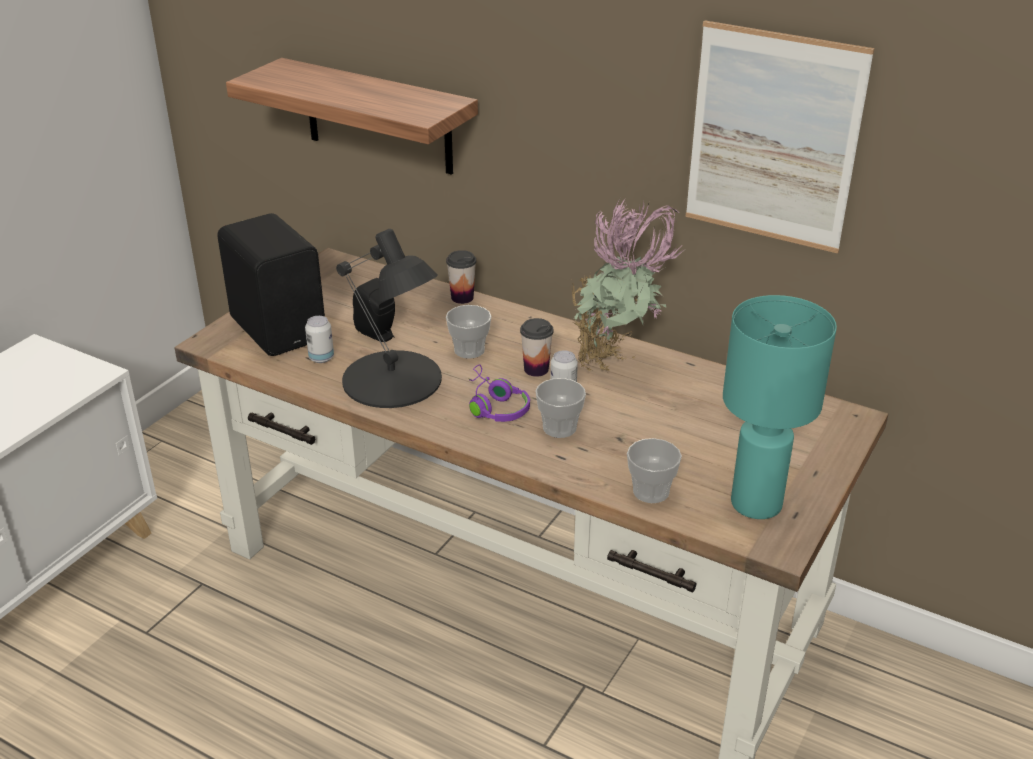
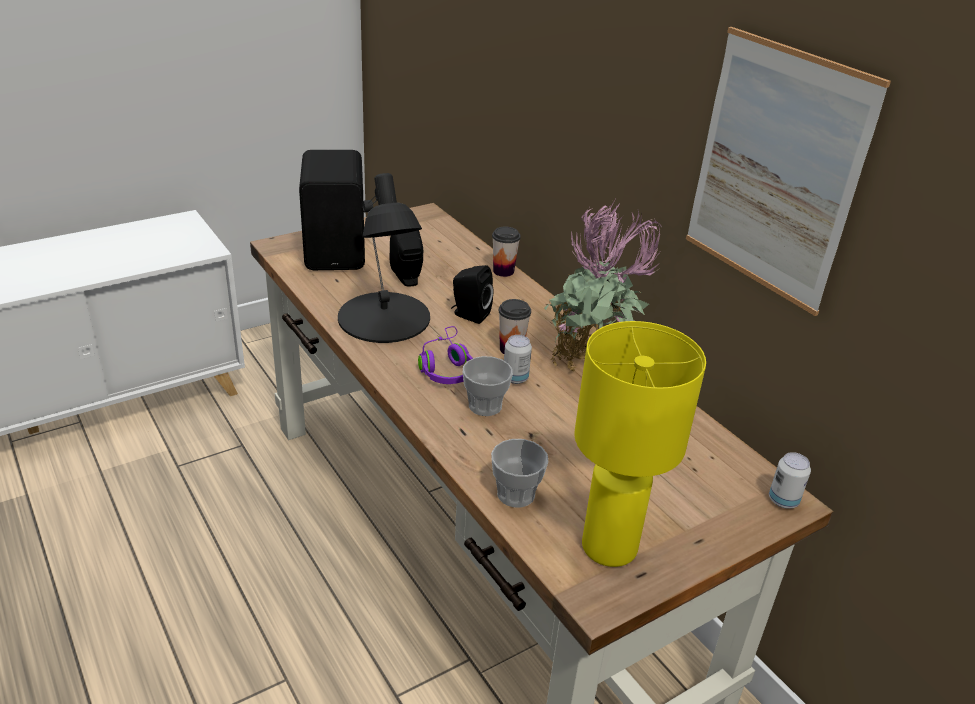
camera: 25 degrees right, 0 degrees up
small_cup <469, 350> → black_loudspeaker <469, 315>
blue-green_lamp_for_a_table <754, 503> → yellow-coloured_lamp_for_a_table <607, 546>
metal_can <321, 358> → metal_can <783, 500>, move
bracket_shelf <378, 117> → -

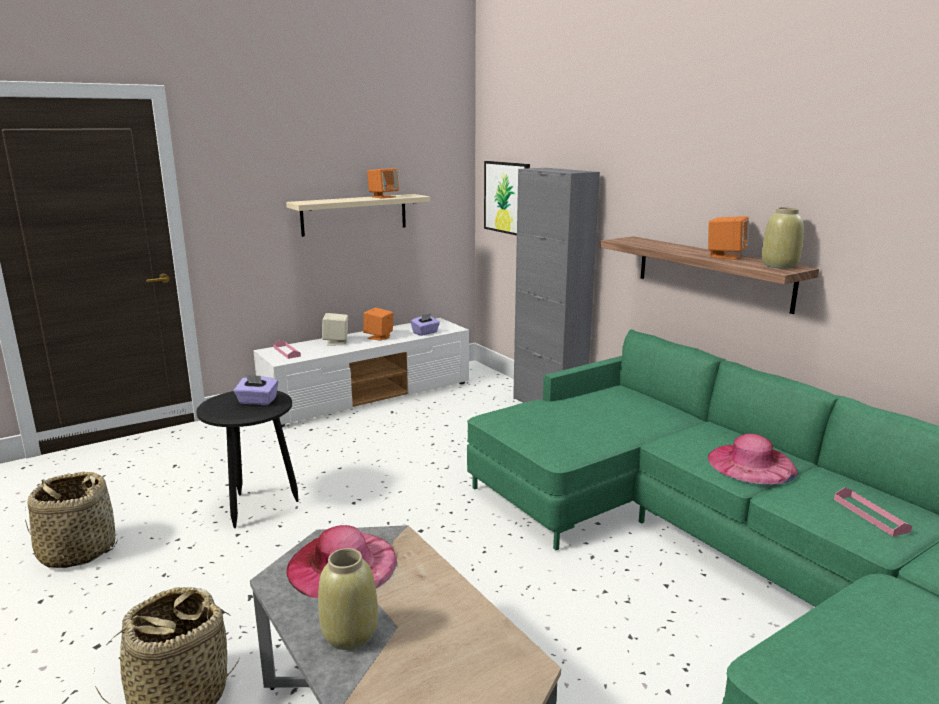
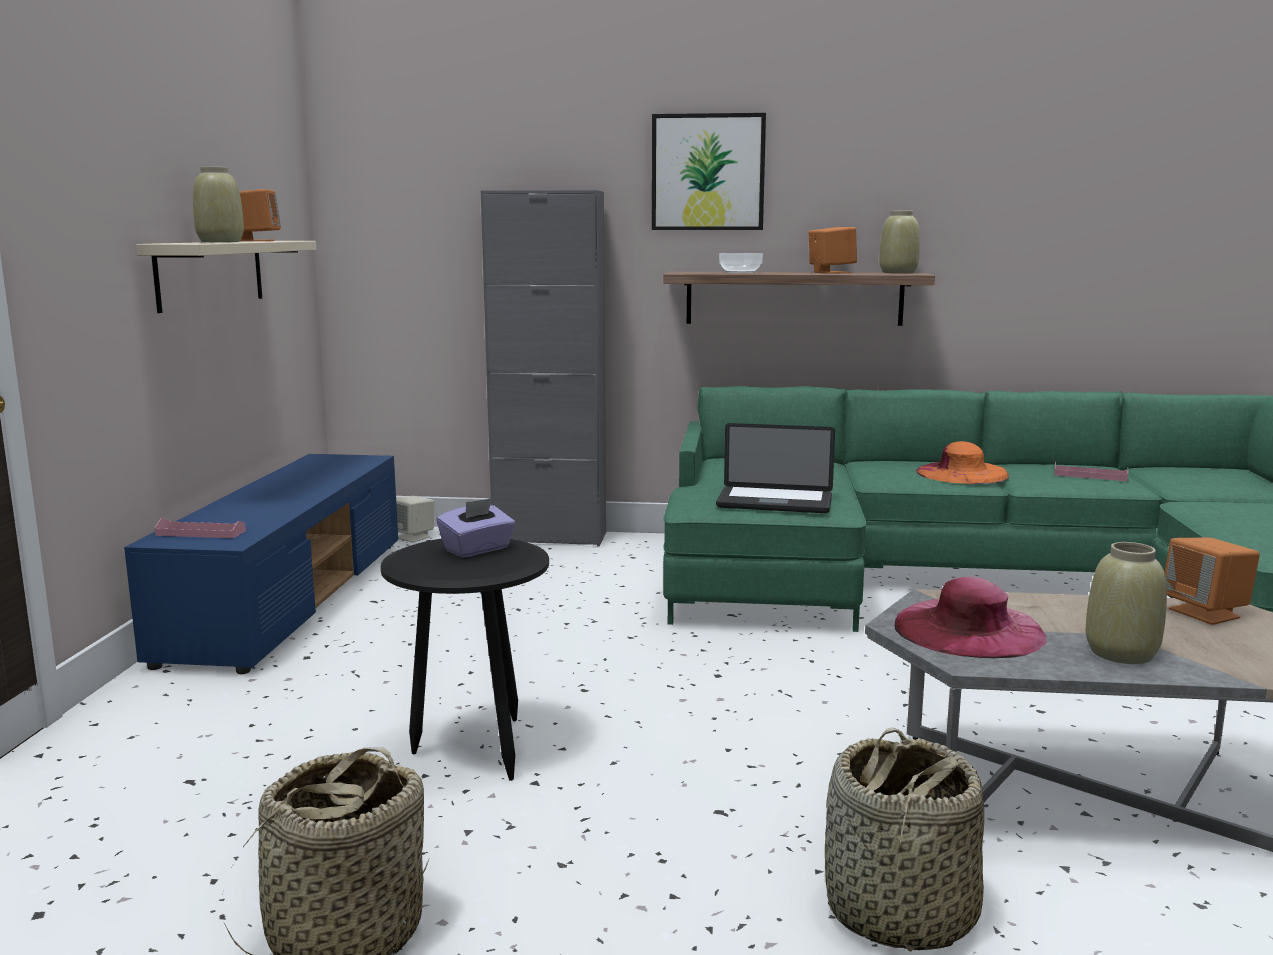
camera: 50 degrees left, 5 degrees down
white-coloured_media_console <369, 396> → blue-coloured_media_console <289, 597>
- → sand-coloured_decorative_vase <220, 242>
sand-coloured_loudspeaker <336, 342> → sand-coloured_loudspeaker <413, 537>, move
wall_art <507, 197> → wall_art <708, 172>, move
- → notebook_computer <774, 502>
- → serving_bowl <740, 272>
pink-coloured_clothing_hat <751, 464> → orange-coloured_clothing_hat <961, 473>
orange-coloured_loudspeaker <379, 337> → orange-coloured_loudspeaker <1205, 613>, move
purple-coloured_box_of_tissues <425, 333> → -

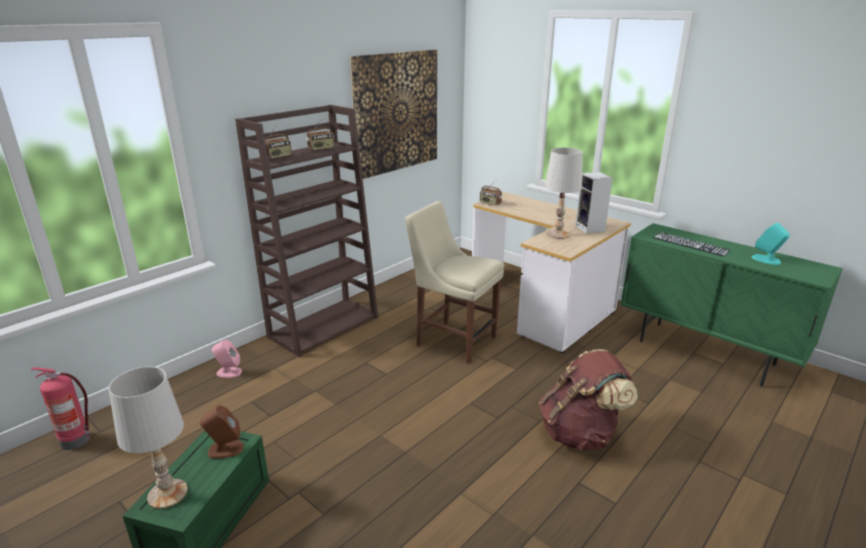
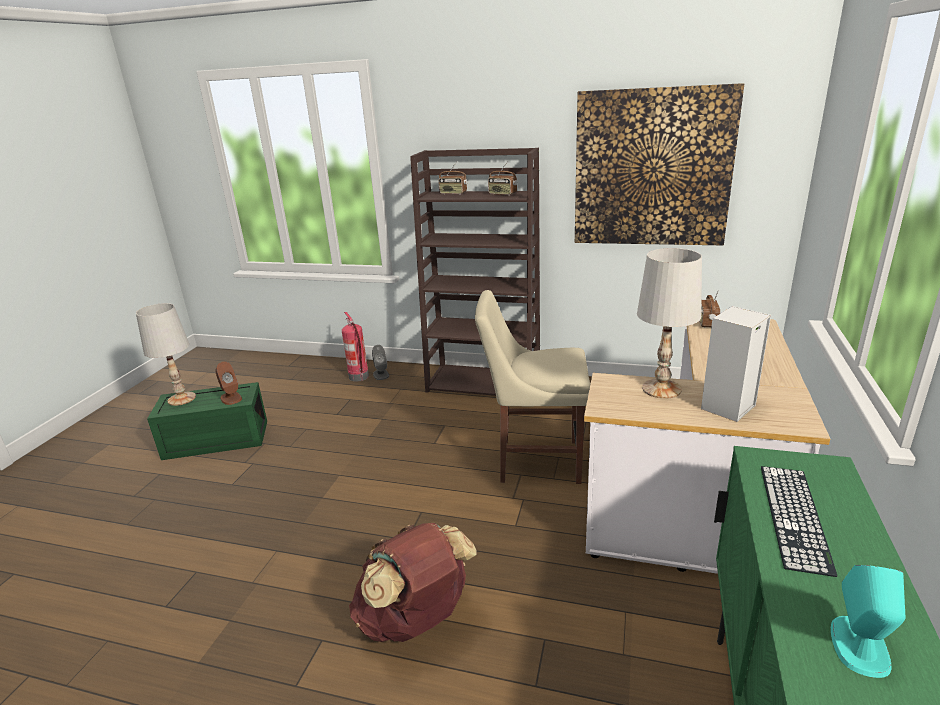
camera: 65 degrees right, 0 degrees up
extinguisher <77, 440> → extinguisher <359, 377>, move
pink-coloured_loudspeaker <228, 372> → gray_loudspeaker <381, 374>
sand-coloured_chair <453, 340> → sand-coloured_chair <534, 460>, 90 degrees counterclockwise

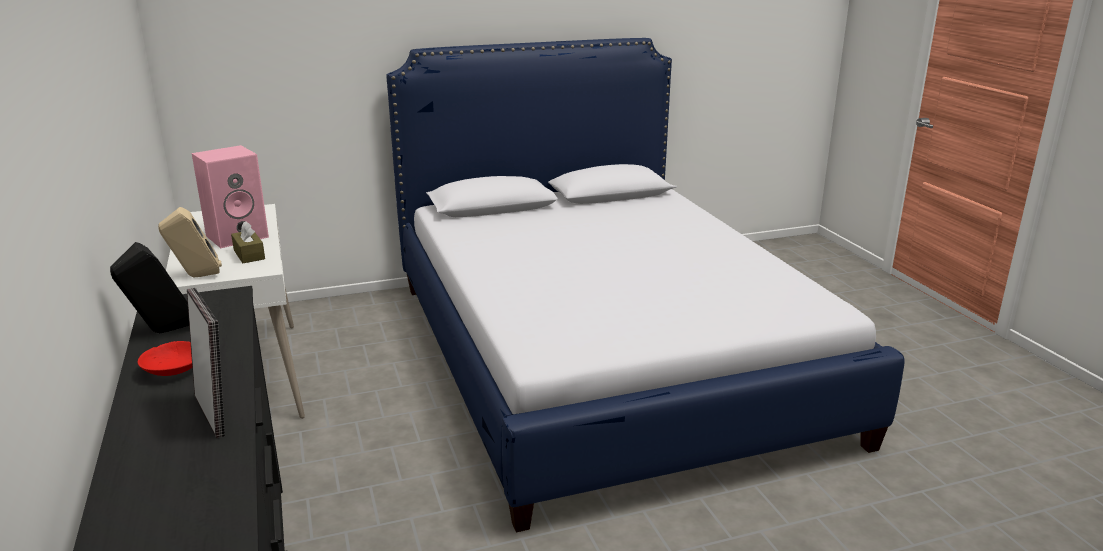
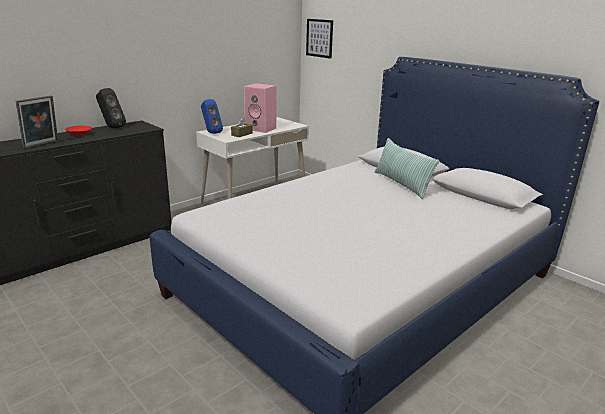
camera: 65 degrees right, 0 degrees up
sand-coloured_loudspeaker <196, 277> → blue-coloured_loudspeaker <211, 133>
- → wall_art <319, 38>
- → cushion <402, 184>

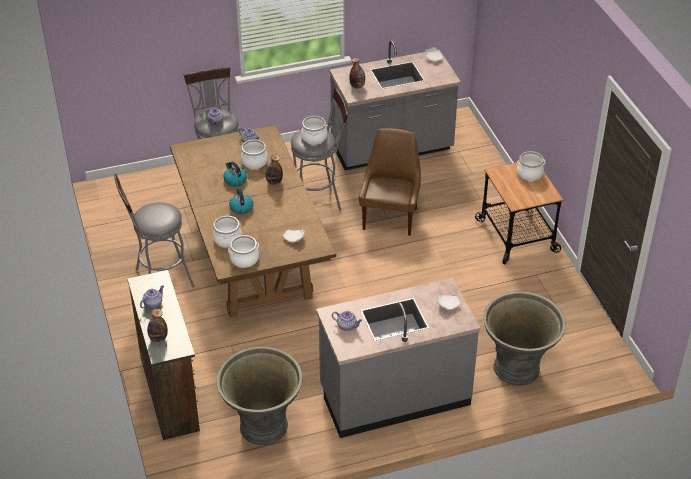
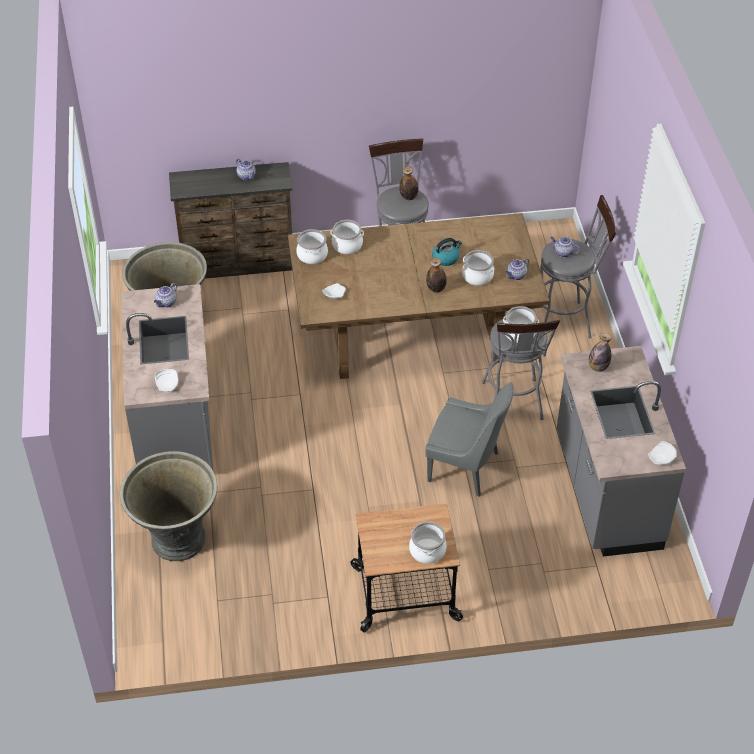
camera: 100 degrees right, 5 degrees up
drink_bottle <158, 338> → drink_bottle <408, 197>, move
brown-coloured_chair <390, 217> → gray_chair <466, 468>
water_kettle <241, 207> → -

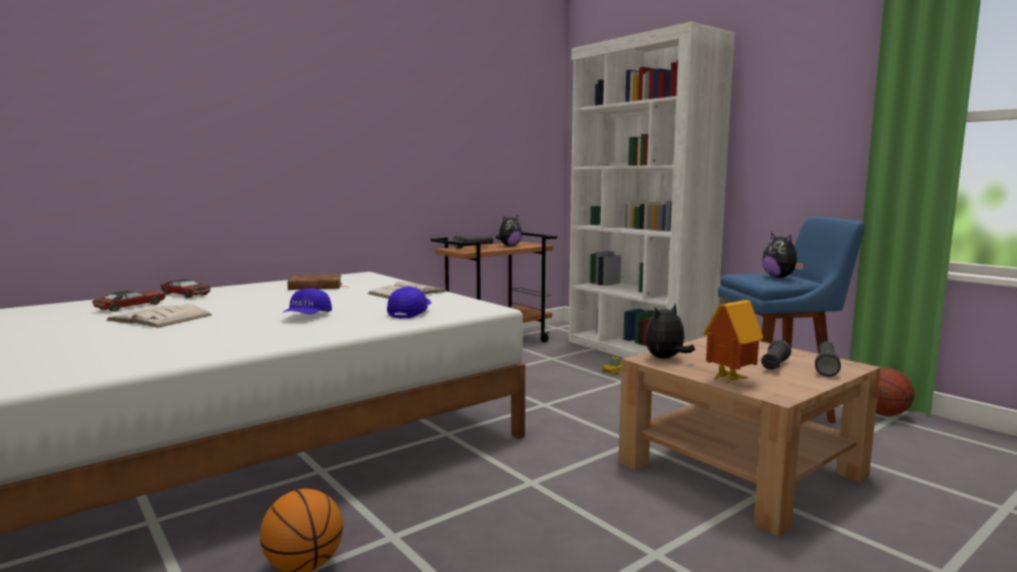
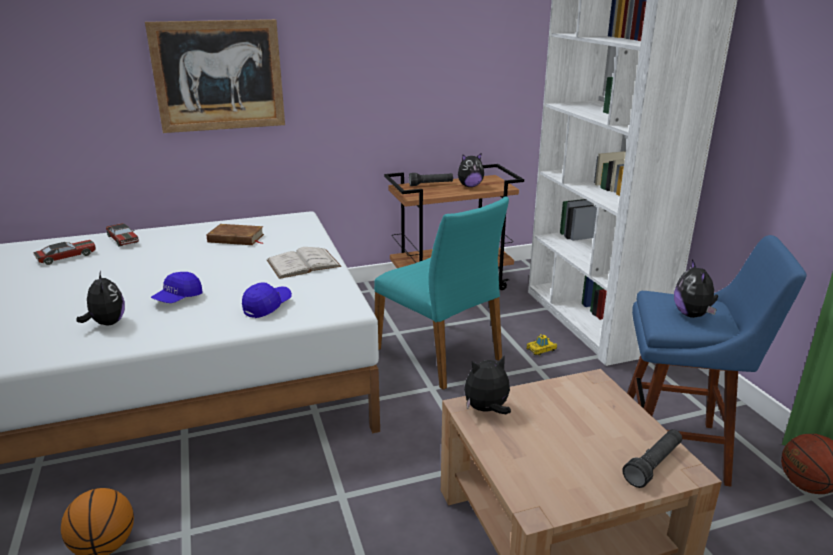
camera: 20 degrees right, 15 degrees up
- → cuddly_toy <107, 323>
- → wall_art <219, 76>
- → blue-green_chair <440, 354>
white-coloured_book <160, 318> → -
toy_house <727, 379> → -
black_flashlight <774, 366> → -

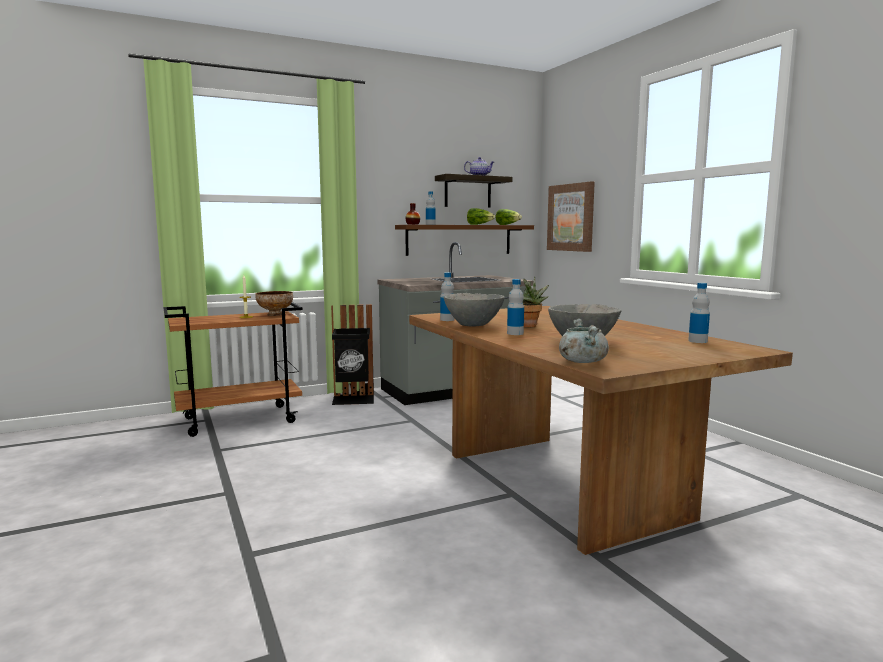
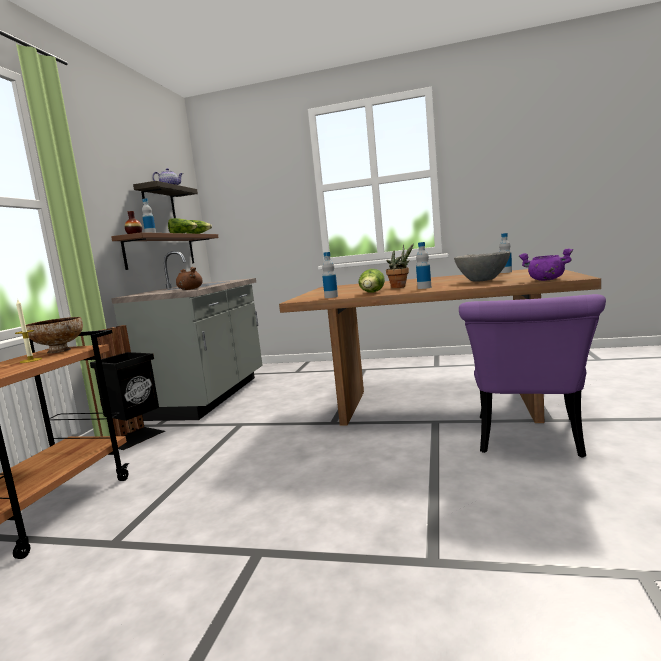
camera: 50 degrees left, 0 degrees up
- → brown-coloured_stockpot <190, 289>
gray_serving_bowl <473, 325> → lettuce_head <372, 293>
- → purple-coloured_chair <529, 441>
gray_stockpot <581, 361> → purple-coloured_stockpot <545, 280>
wall_art <571, 217> → -

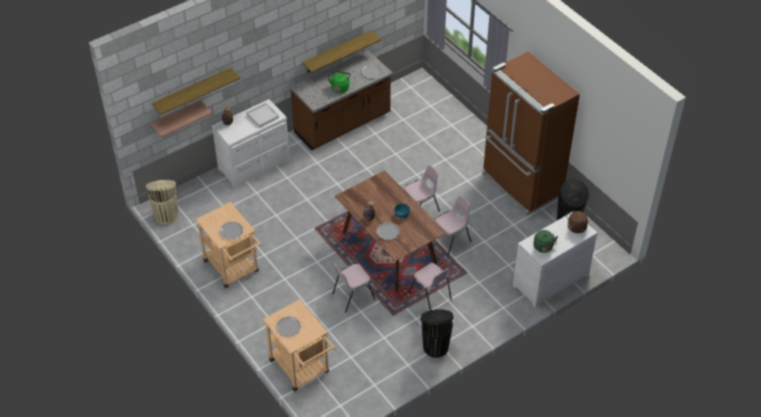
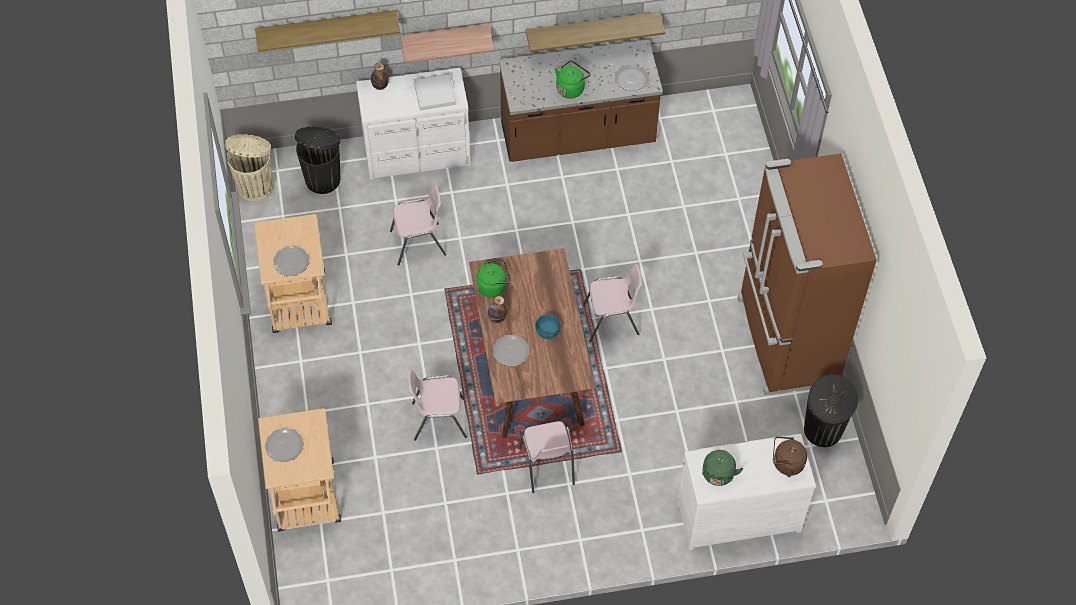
camera: 25 degrees right, 10 degrees up
black_trash_can <435, 346> → black_trash_can <323, 178>, move
pink-coloured_chair <451, 241> → pink-coloured_chair <419, 244>, move
bracket_shelf <176, 118> → bracket_shelf <445, 38>, move
- → green-coloured_water_kettle <493, 286>

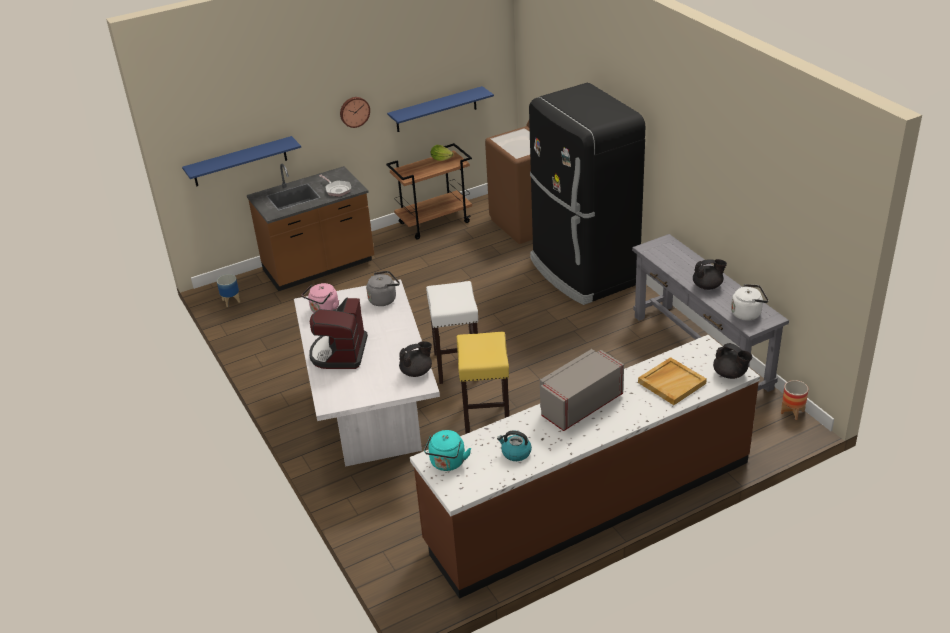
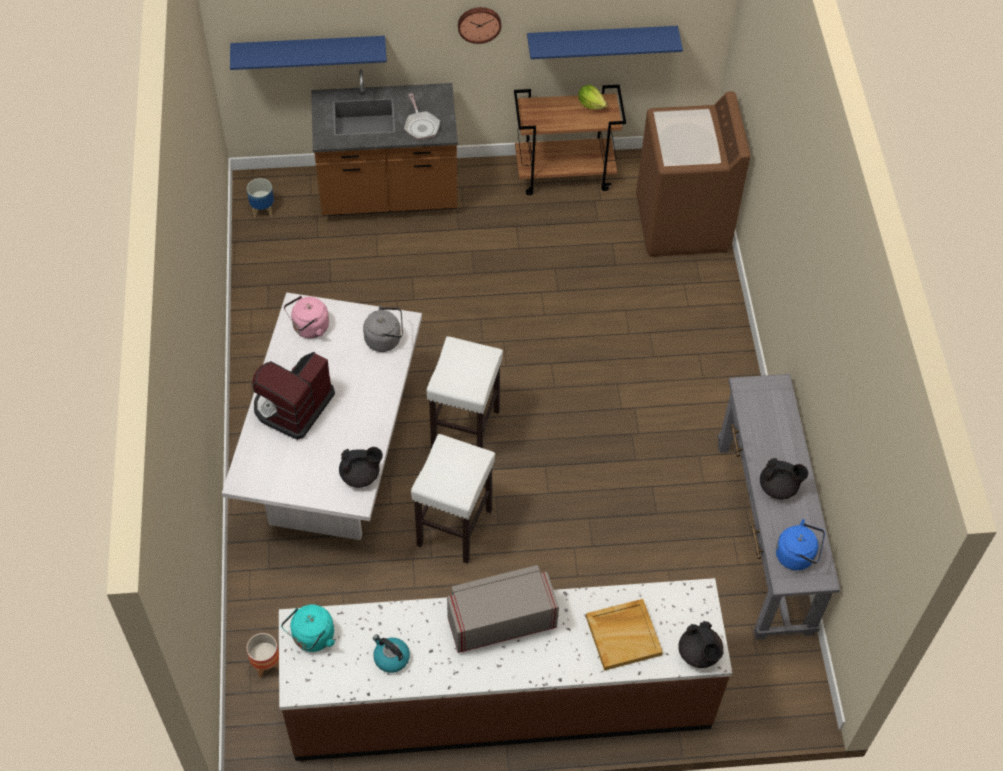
camera: 20 degrees right, 20 degrees up
planter <792, 412> → planter <266, 664>, move
yellow-coloured_sitting_stool <487, 420> → white-coloured_sitting_stool <454, 528>
white-coloured_water_kettle <748, 313> → blue-coloured_water_kettle <797, 556>
black_kitchen_fridge <582, 272> → -

